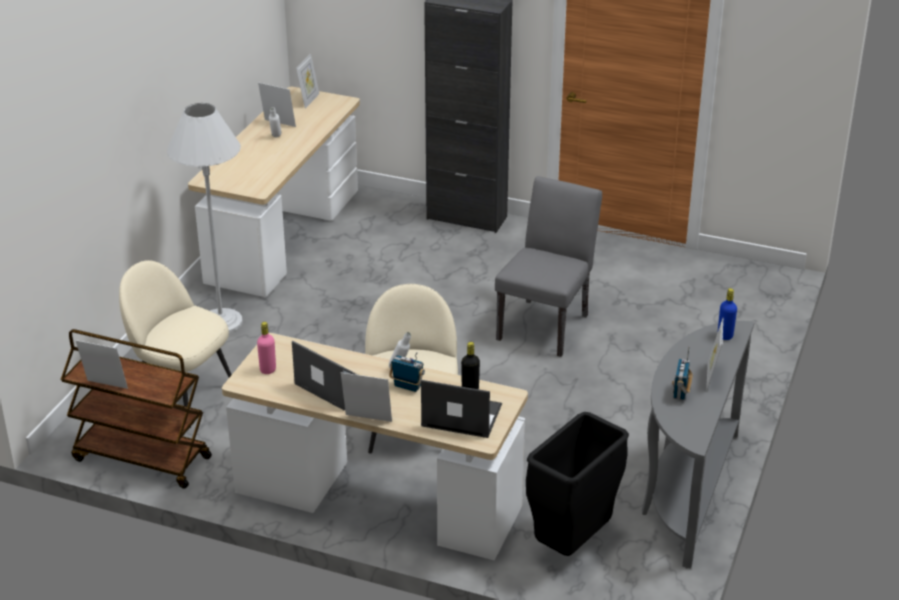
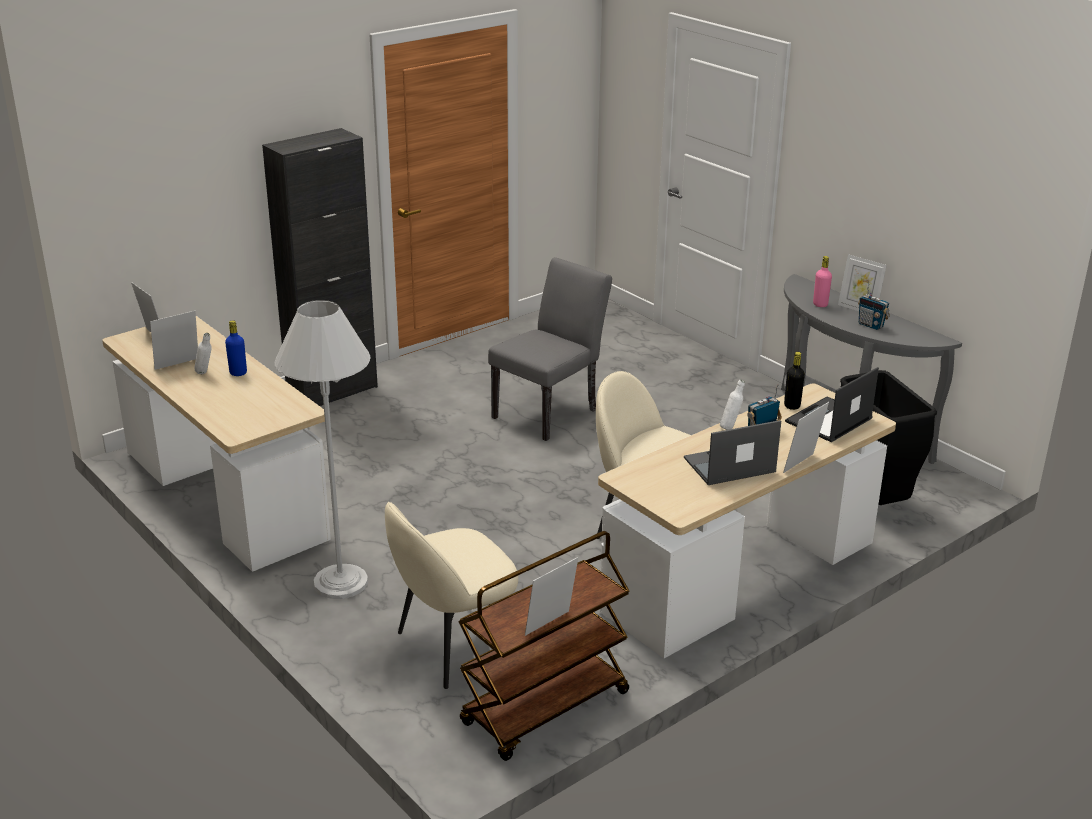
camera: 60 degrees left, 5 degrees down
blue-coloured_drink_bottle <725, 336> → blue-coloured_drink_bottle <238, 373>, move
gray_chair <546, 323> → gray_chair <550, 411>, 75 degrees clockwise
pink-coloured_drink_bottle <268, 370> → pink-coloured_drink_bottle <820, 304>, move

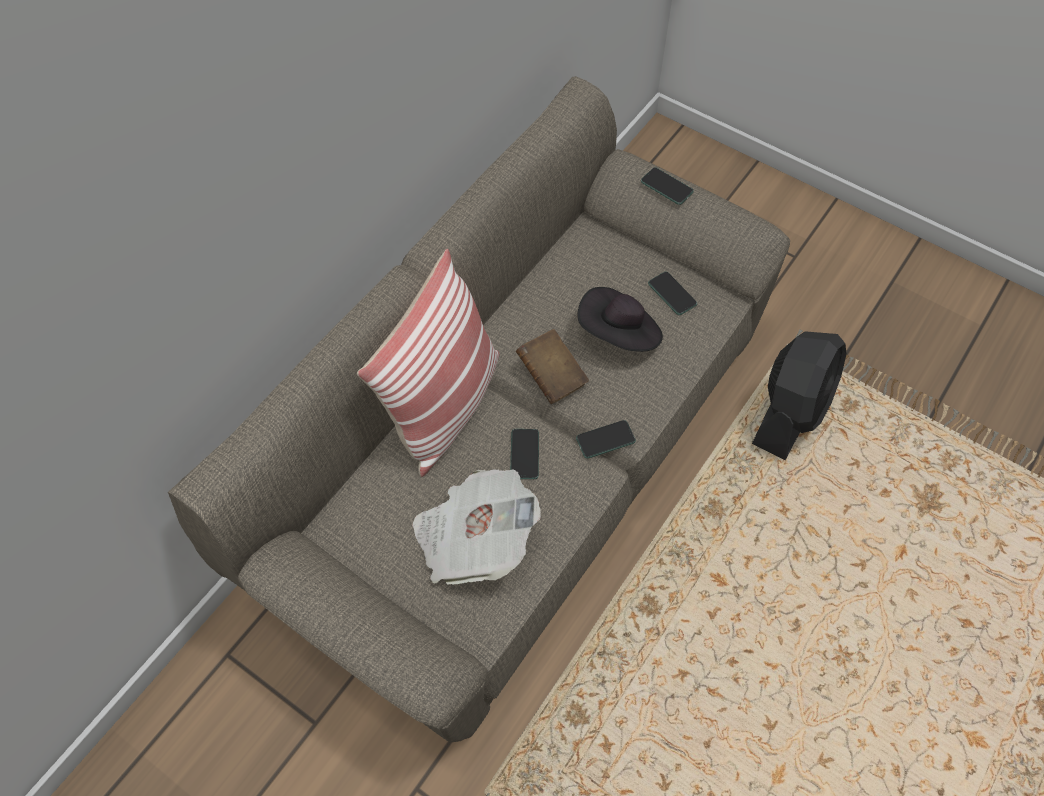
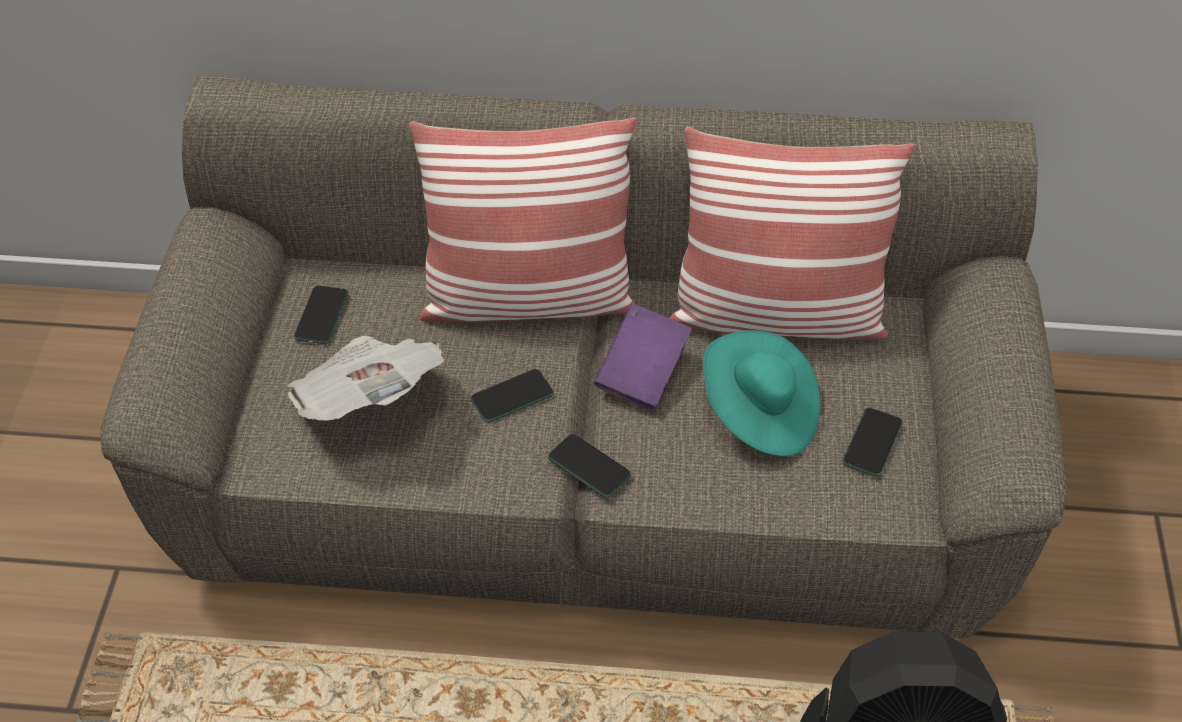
camera: 60 degrees right, 10 degrees down
telephone <666, 187> → telephone <322, 316>, move
brown-coloured_book <551, 376> → purple-coloured_book <642, 374>
- → cushion <776, 314>
black_clothing_hat <619, 334> → blue-green_clothing_hat <759, 414>

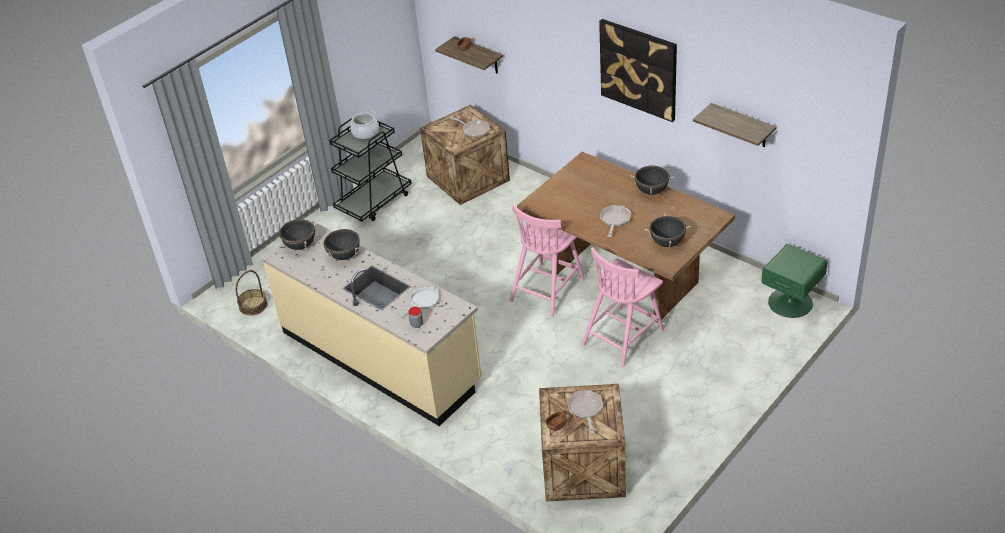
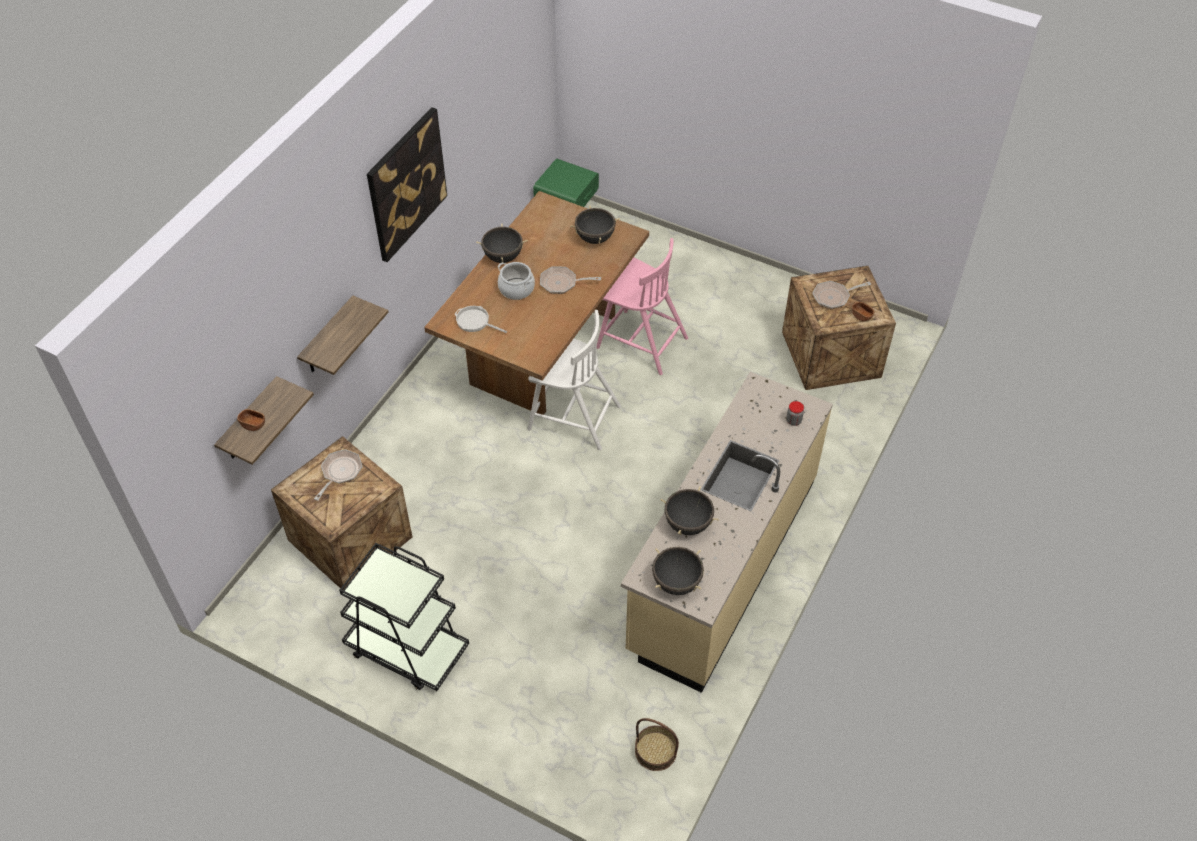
camera: 105 degrees left, 10 degrees up
bracket_shelf <742, 126> → bracket_shelf <328, 337>, move
pan <423, 301> → pan <475, 322>, move
stockpot <365, 133> → stockpot <516, 289>, move
pink-coloured_chair <547, 288> → white-coloured_chair <572, 417>

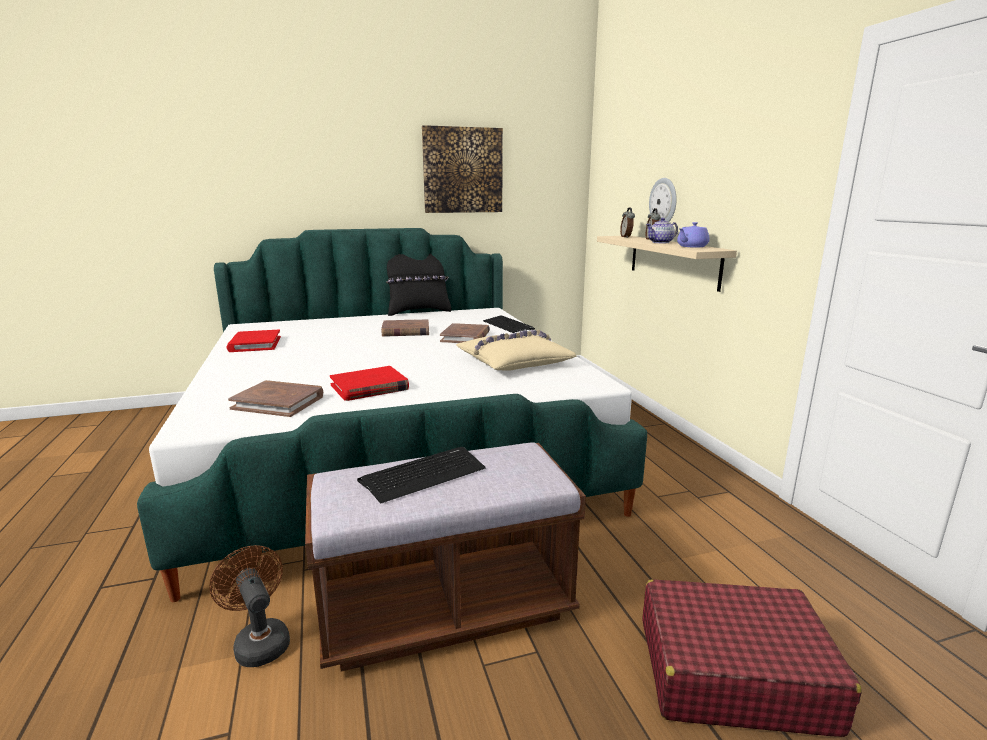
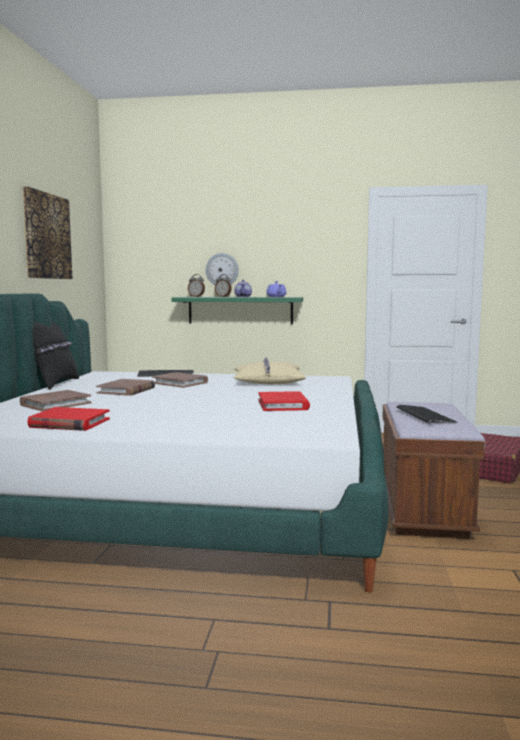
camera: 65 degrees left, 10 degrees down
brown-coloured_book <278, 402> → brown-coloured_book <55, 404>, move
sand-coloured_bracket_shelf <673, 260> → green-coloured_bracket_shelf <240, 310>
brown-coloured_electric_fan <259, 641> → -

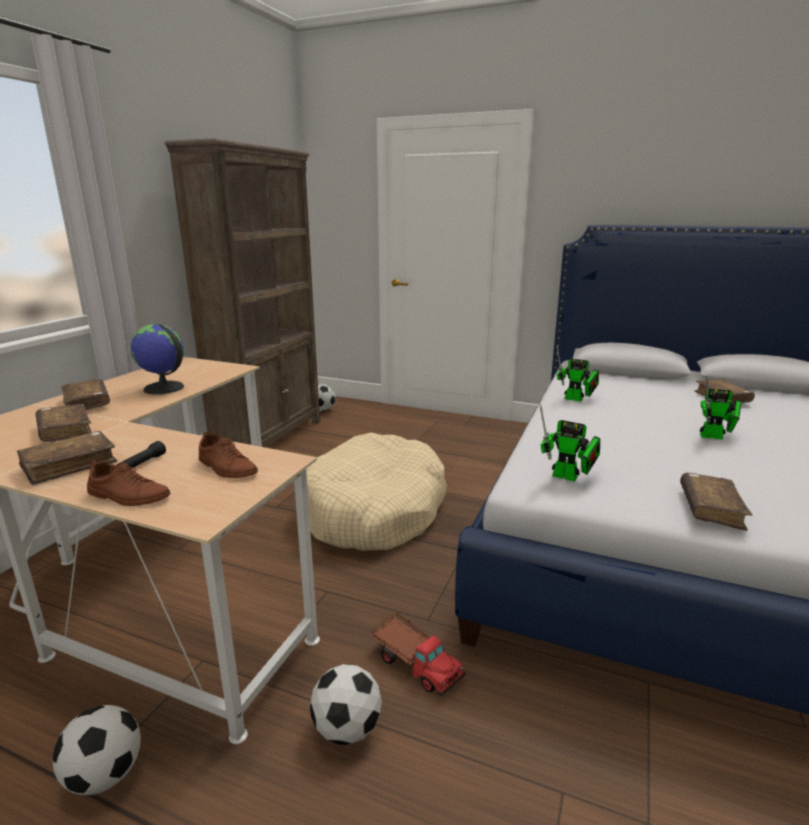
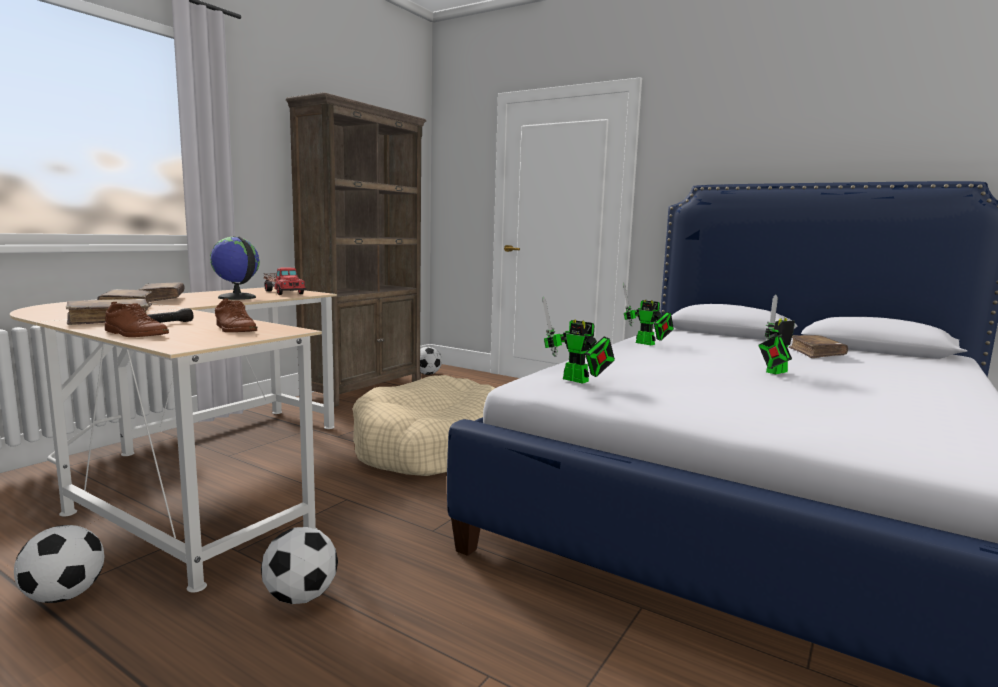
camera: 10 degrees right, 10 degrees down
model_truck <415, 662> → model_truck <284, 292>, move
toy_robot <715, 437> → toy_robot <774, 372>, 120 degrees clockwise
brown-coloured_book <710, 509> → -

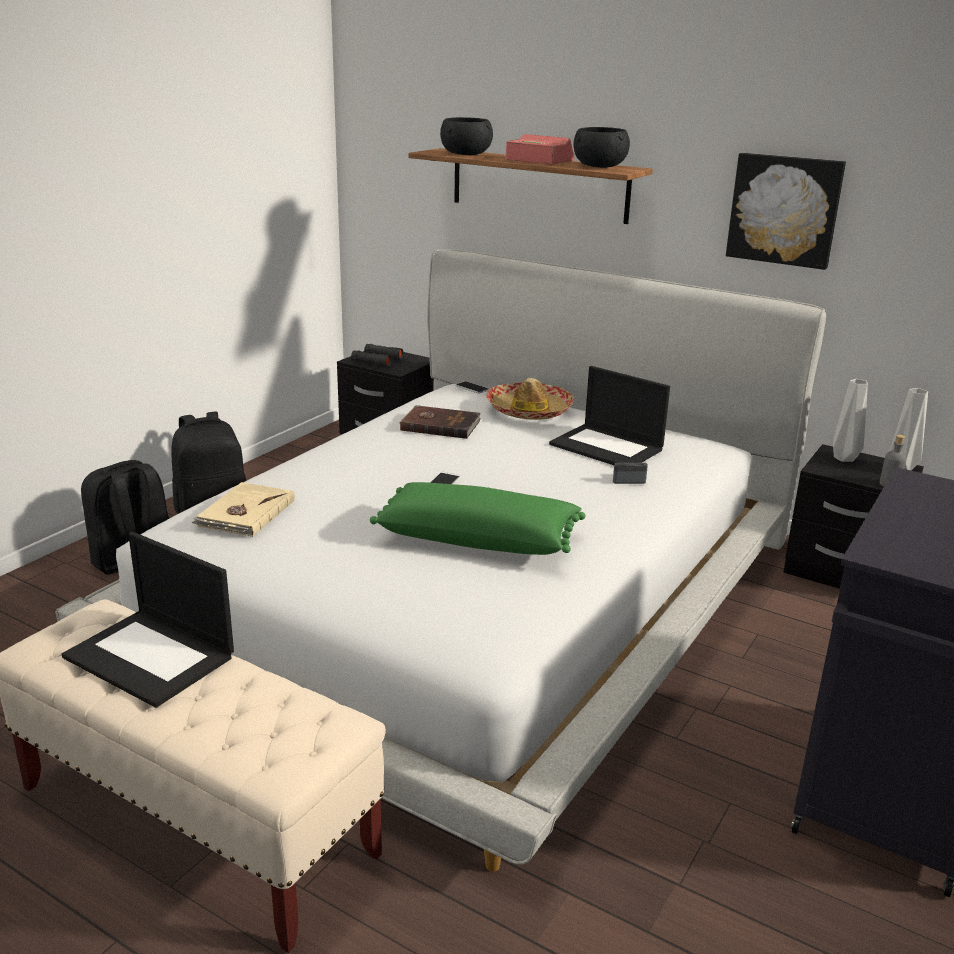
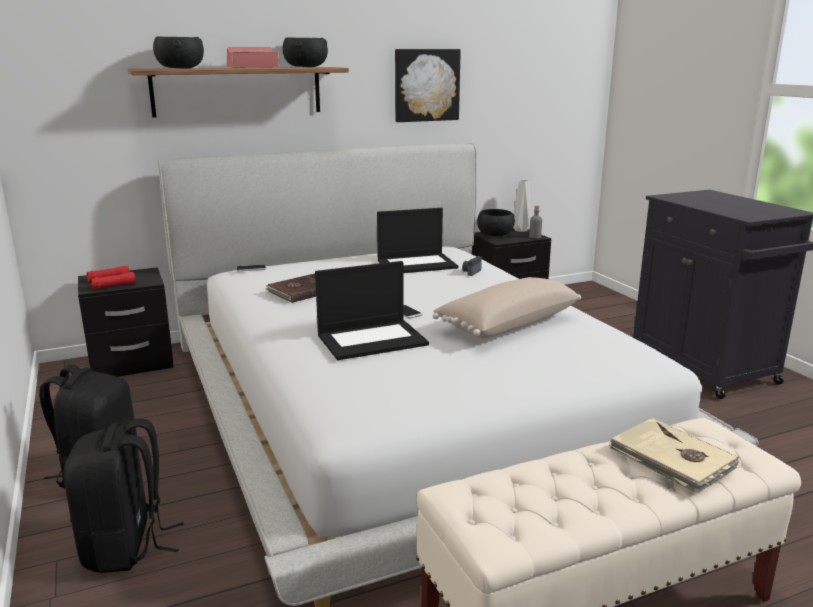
camera: 55 degrees left, 5 degrees down
black_field_glasses <377, 360> → red-coloured_field_glasses <111, 282>
notebook_computer <152, 657> → notebook_computer <372, 339>, move
green-coloured_cushion <478, 538> → sand-coloured_cushion <506, 323>
gray_decorative_vase <844, 459> → black_serving_bowl <495, 234>
sand-coloured_book <245, 513> → sand-coloured_book <672, 459>, move
clothing_hat <529, 410> → -

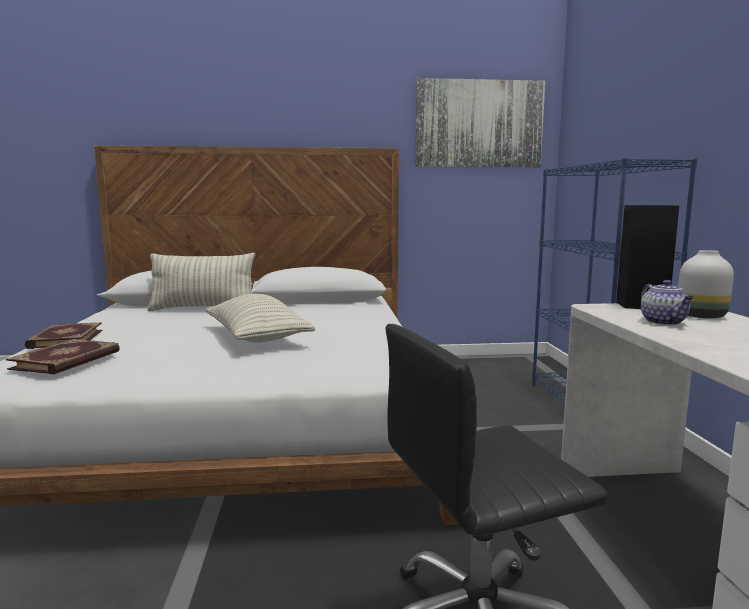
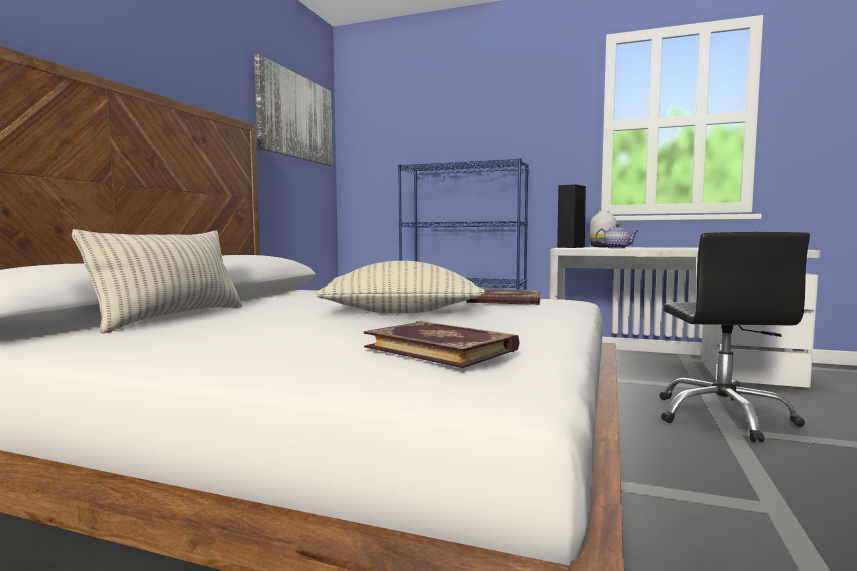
camera: 65 degrees left, 5 degrees down
book <65, 339> → book <504, 301>, move

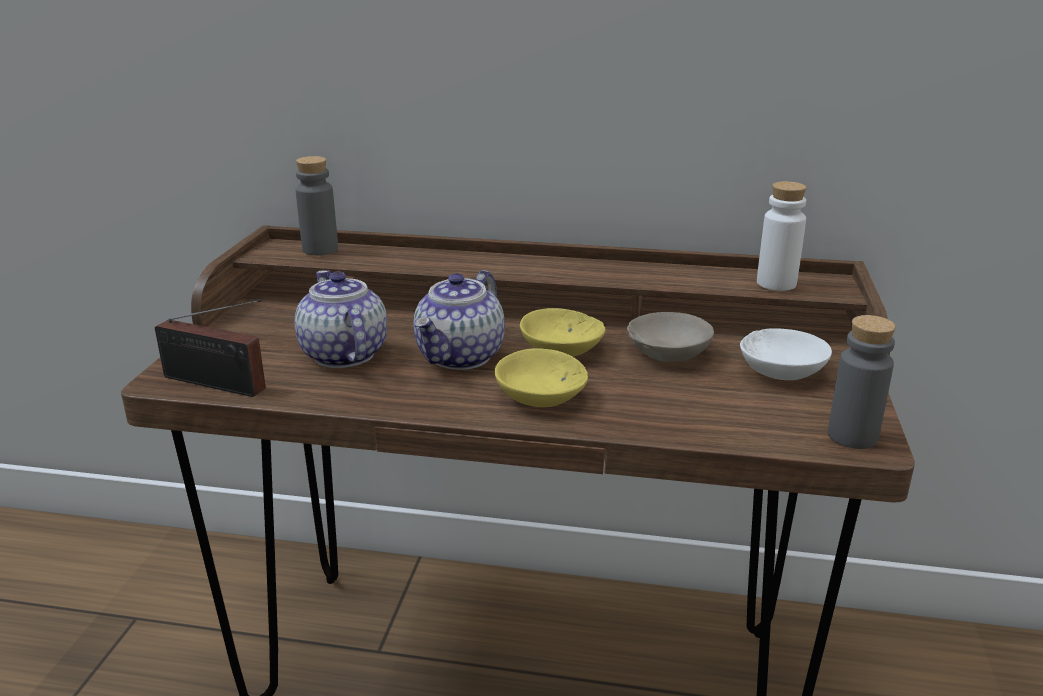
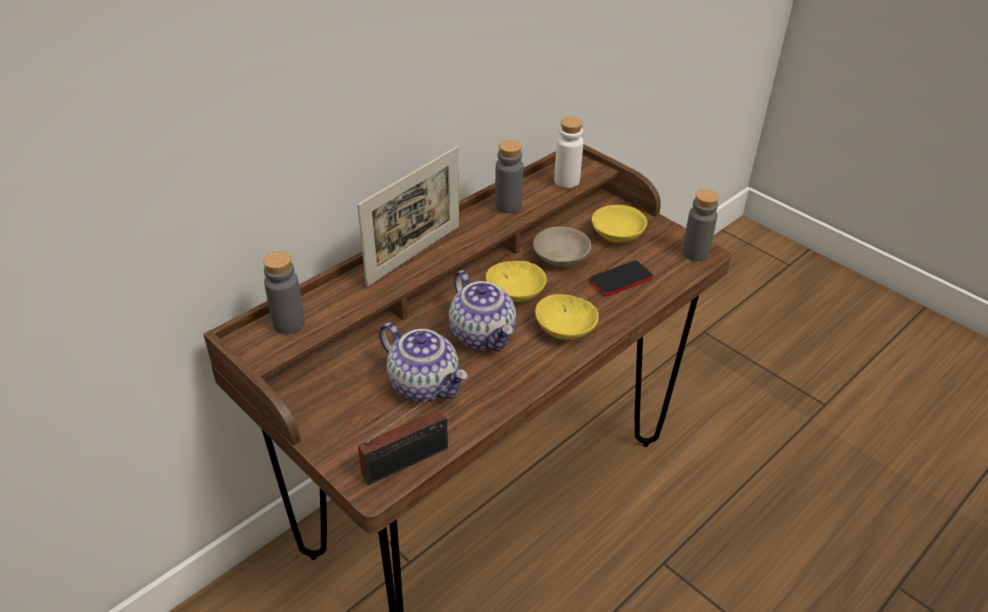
camera: 55 degrees left, 15 degrees up
- → standing_frame <414, 255>
teapot <342, 355> → teapot <425, 384>, 150 degrees counterclockwise
- → gray_drink_bottle <508, 205>
- → telephone <621, 279>
white-coloured_serving_bowl <783, 373> → yellow-coloured_serving_bowl <619, 234>

